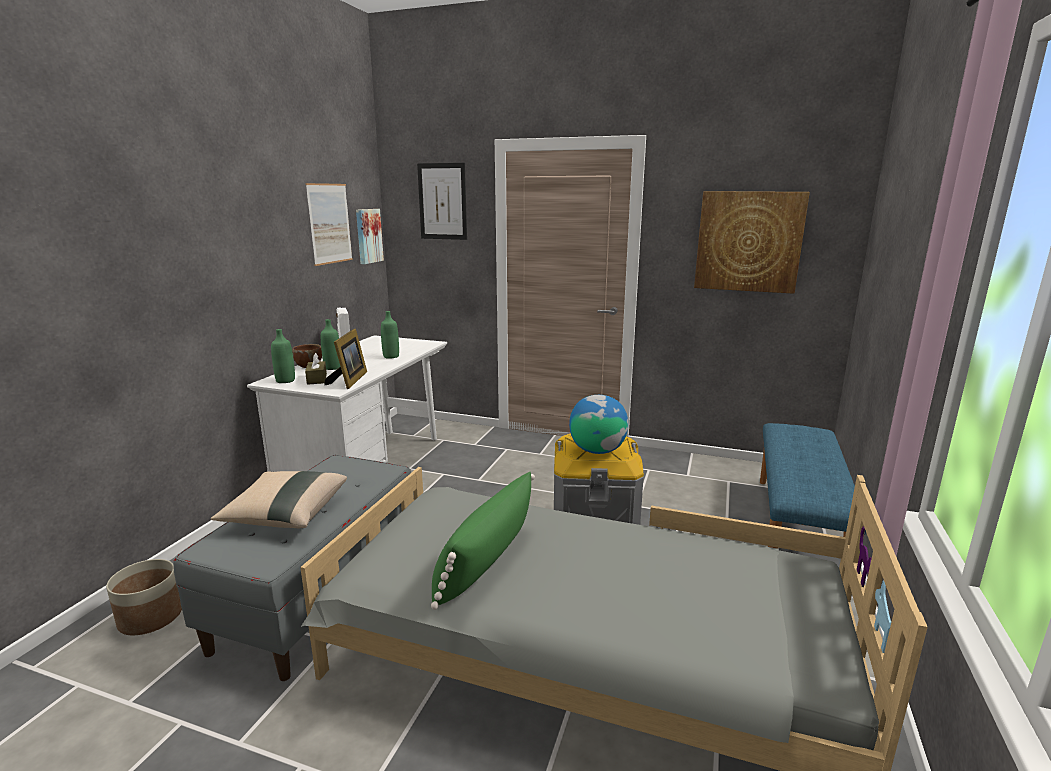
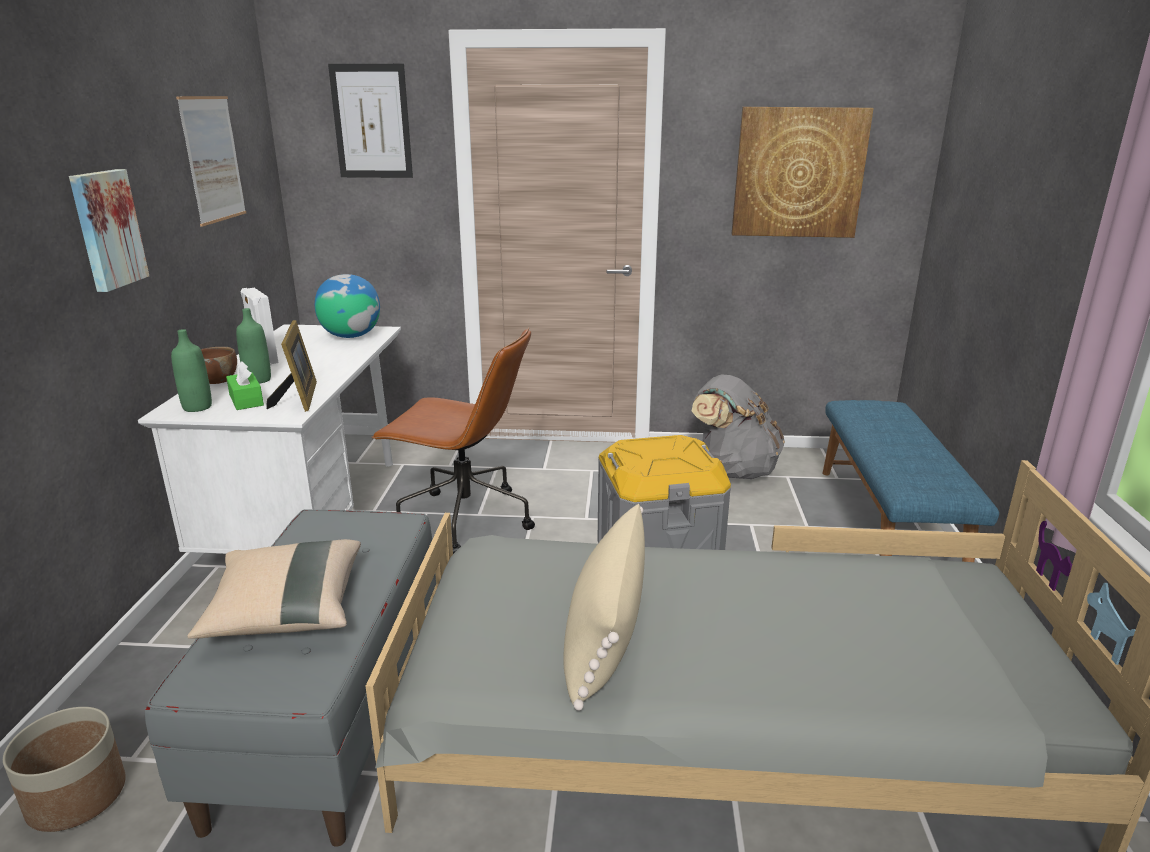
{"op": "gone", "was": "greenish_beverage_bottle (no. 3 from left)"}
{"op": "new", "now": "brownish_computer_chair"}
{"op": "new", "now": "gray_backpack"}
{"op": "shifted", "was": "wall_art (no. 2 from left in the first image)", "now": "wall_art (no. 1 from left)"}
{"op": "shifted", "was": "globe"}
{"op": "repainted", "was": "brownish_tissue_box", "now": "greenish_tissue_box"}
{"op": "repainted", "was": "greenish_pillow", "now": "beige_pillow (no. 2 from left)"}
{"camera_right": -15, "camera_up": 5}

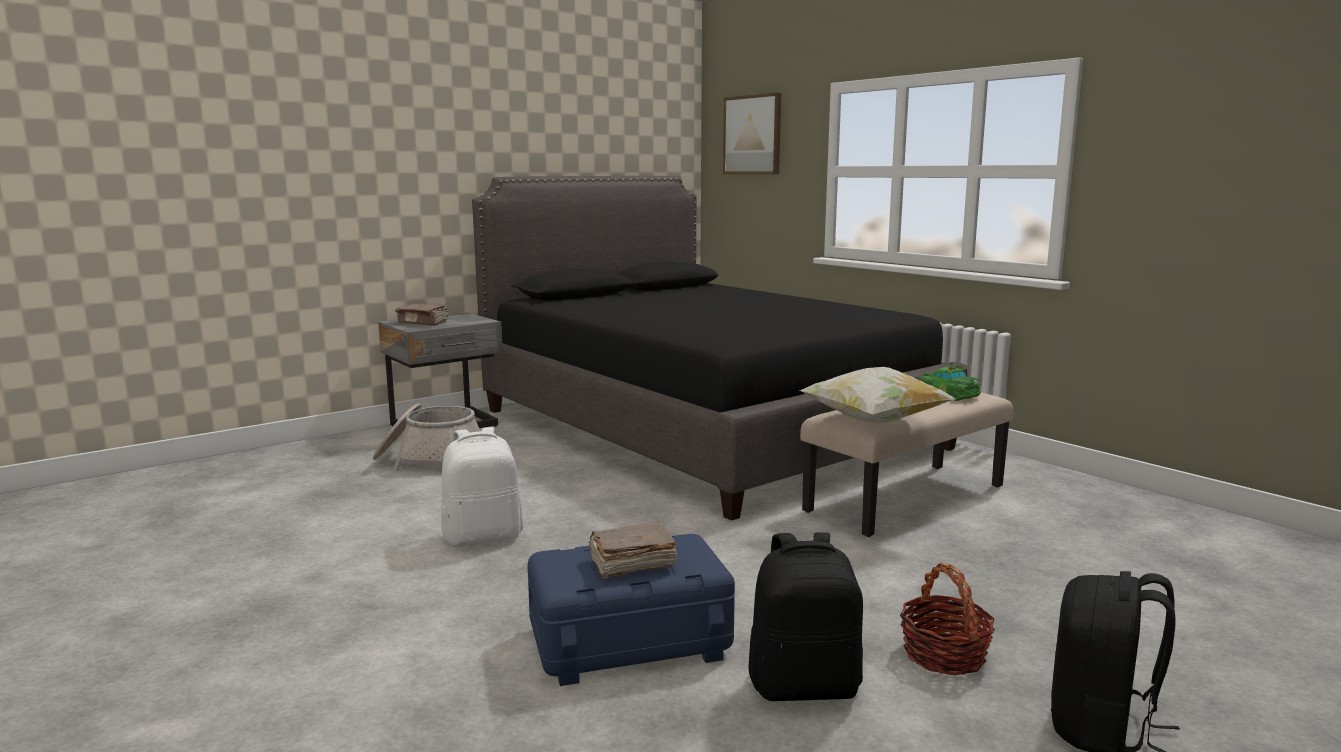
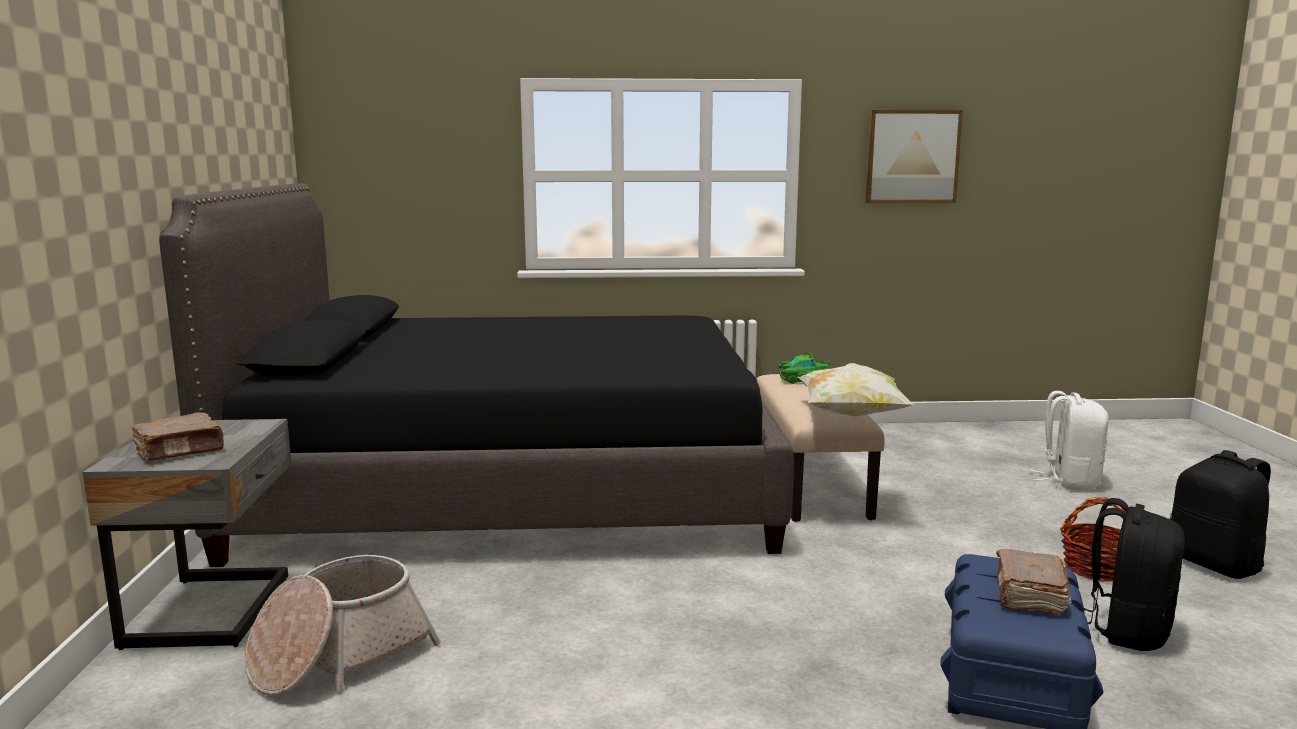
{"op": "shifted", "was": "white_backpack"}
{"op": "shifted", "was": "wall_art"}
{"camera_right": -55, "camera_up": 0}

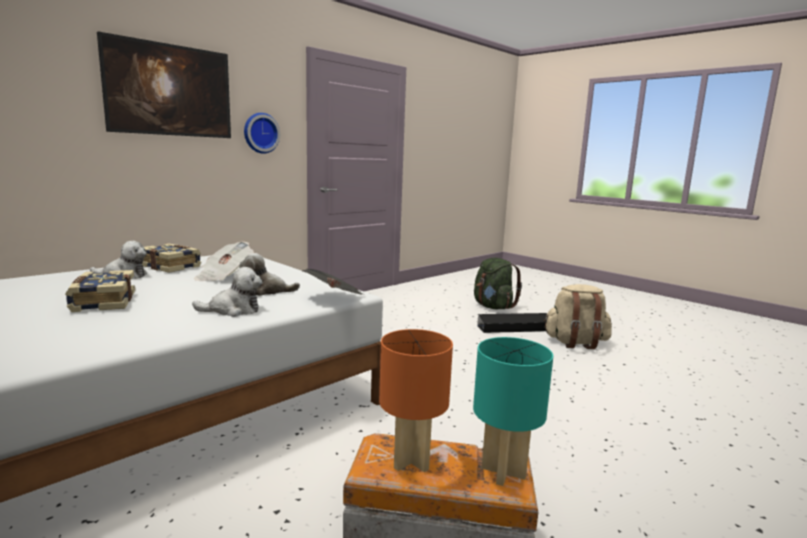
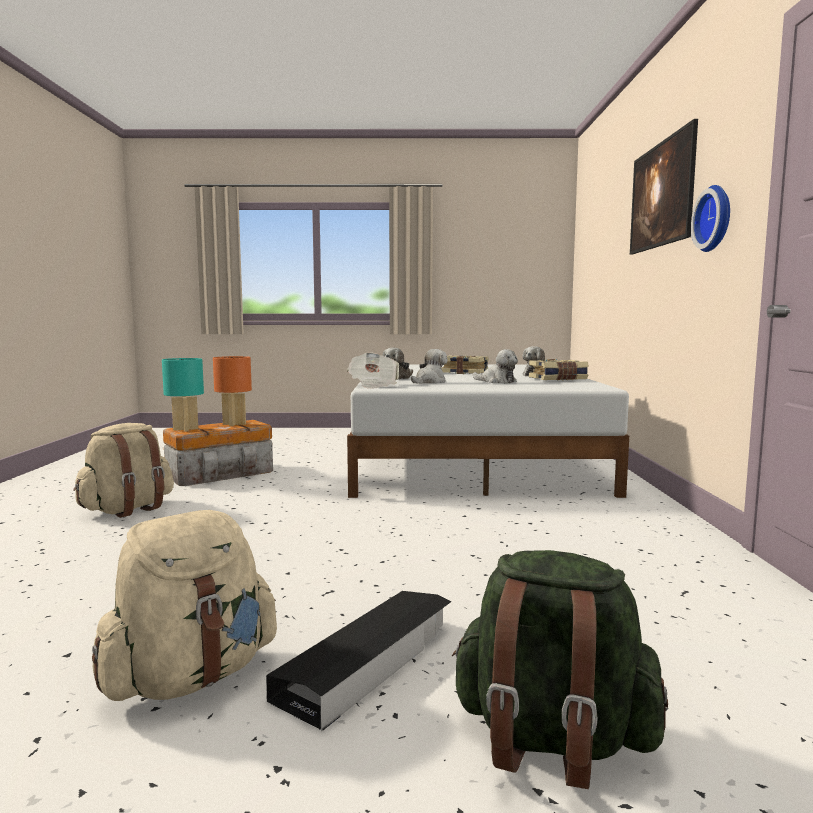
{"op": "new", "now": "beige_backpack (no. 1 from left)"}
{"op": "swapped", "was": "newspaper (no. 1 from left)", "now": "soft_toy (no. 3 from left)"}
{"camera_right": 135, "camera_up": -5}

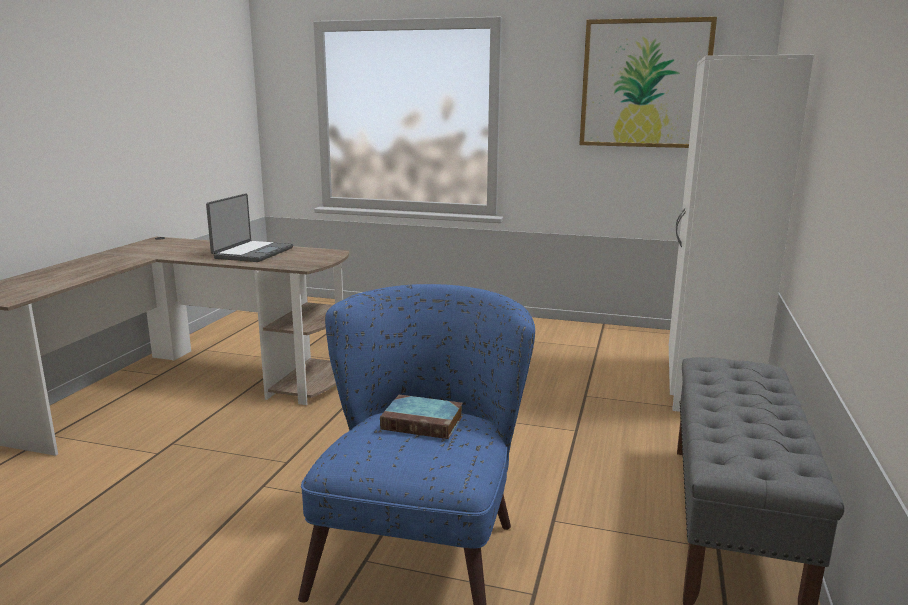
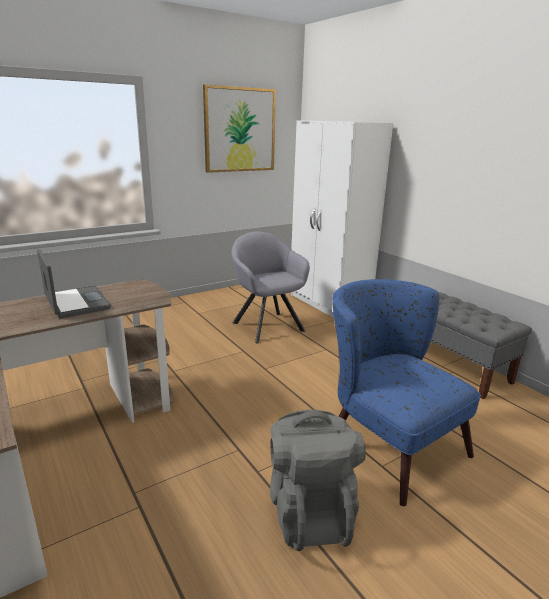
{"op": "gone", "was": "bound_book"}
{"op": "new", "now": "gray_easy_chair"}
{"op": "new", "now": "gray_backpack"}
{"camera_right": -50, "camera_up": 5}

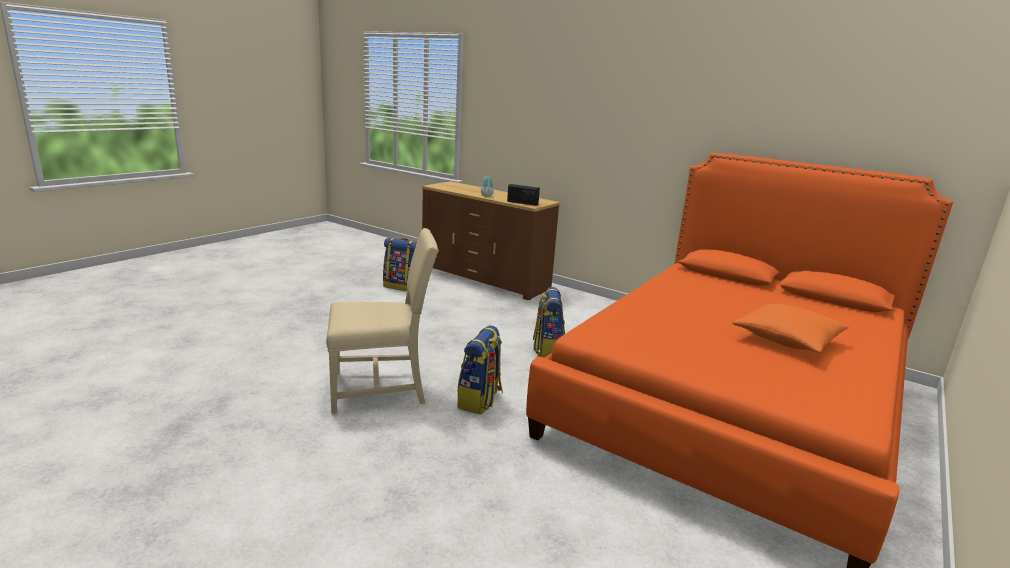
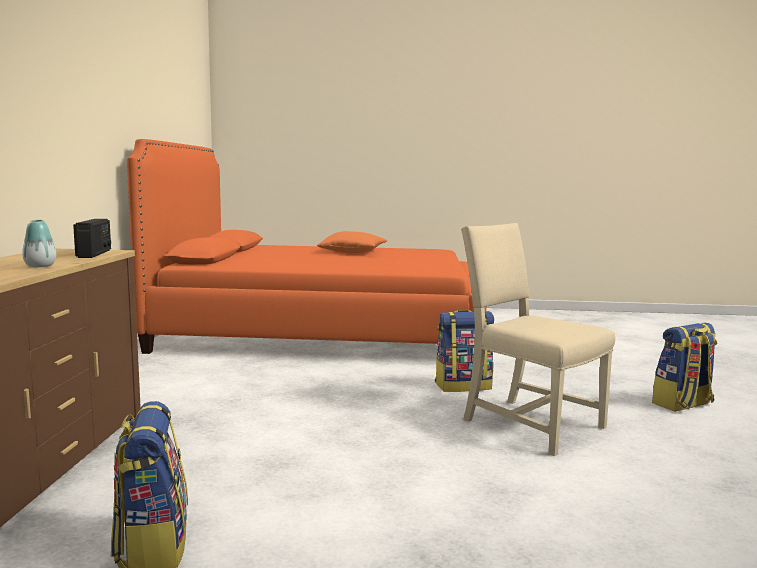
{"op": "shifted", "was": "backpack (no. 3 from left)"}
{"camera_right": -120, "camera_up": -10}

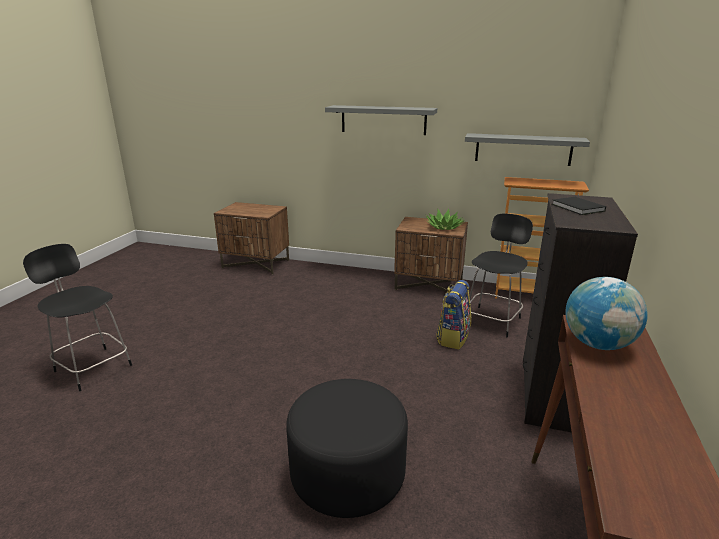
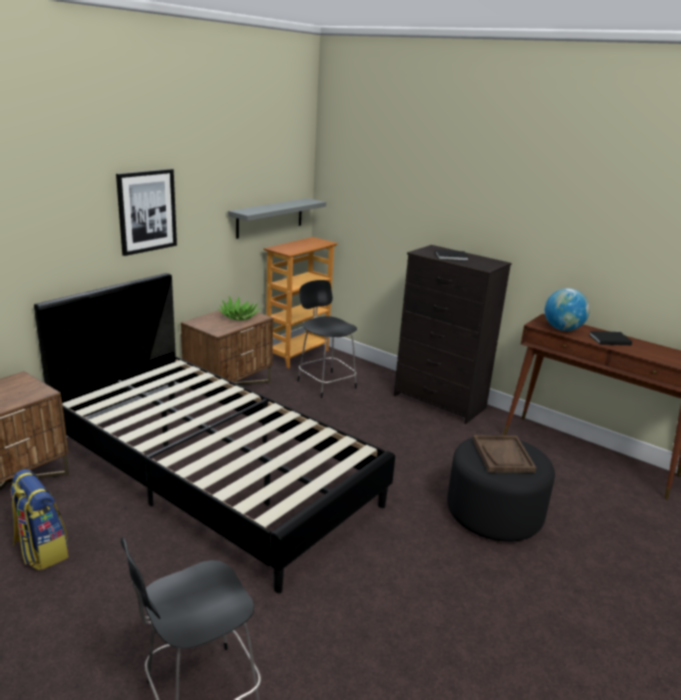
{"op": "new", "now": "blackish_sleeping_bed"}
{"op": "new", "now": "brownish_tray"}
{"op": "new", "now": "blackish_bound_book (no. 2 from left)"}
{"op": "shifted", "was": "backpack"}
{"op": "swapped", "was": "gray_bracket_shelf (no. 1 from left)", "now": "wall_art"}
{"camera_right": -70, "camera_up": 0}

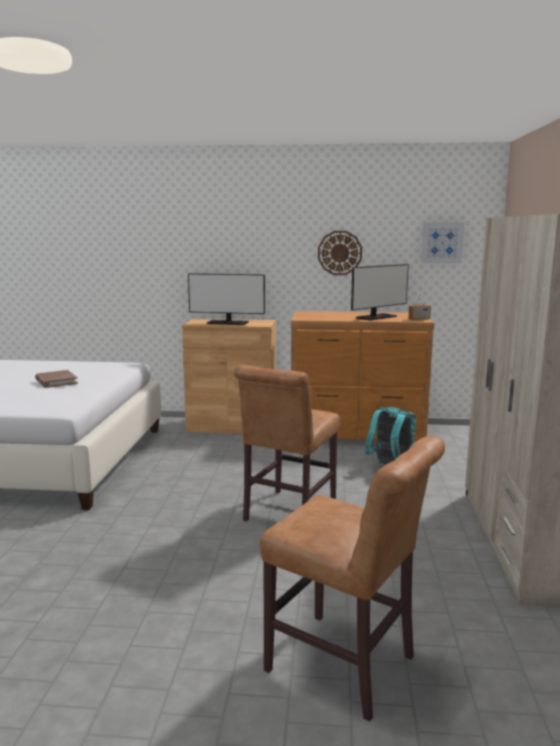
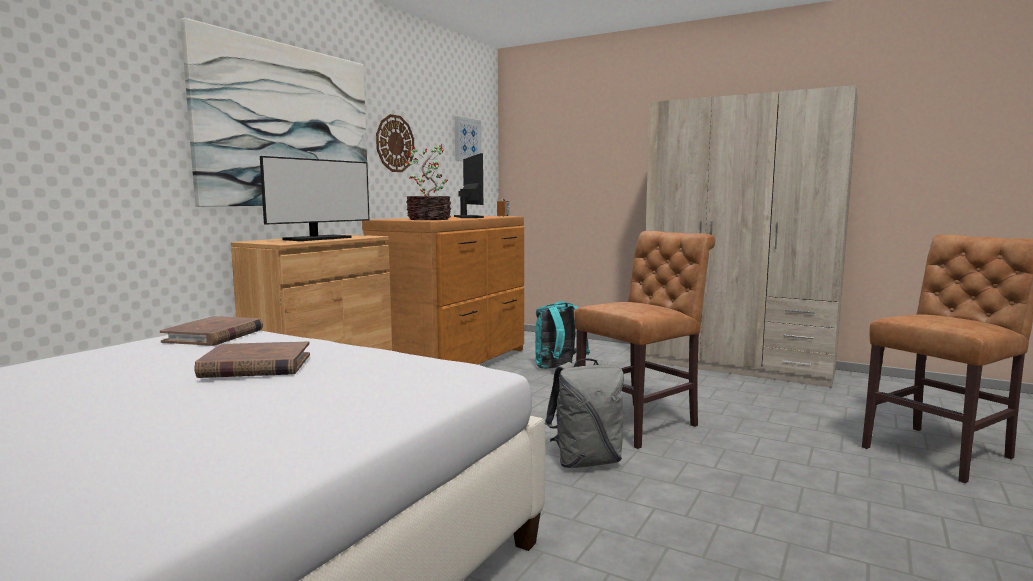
{"op": "new", "now": "brownish_bound_book (no. 1 from left)"}
{"op": "new", "now": "wall_art (no. 1 from left)"}
{"op": "new", "now": "potted_plant"}
{"op": "new", "now": "gray_backpack"}
{"op": "rotated", "was": "brownish_plain_chair (no. 1 from left)", "clockwise": -90}
{"camera_right": -65, "camera_up": -5}

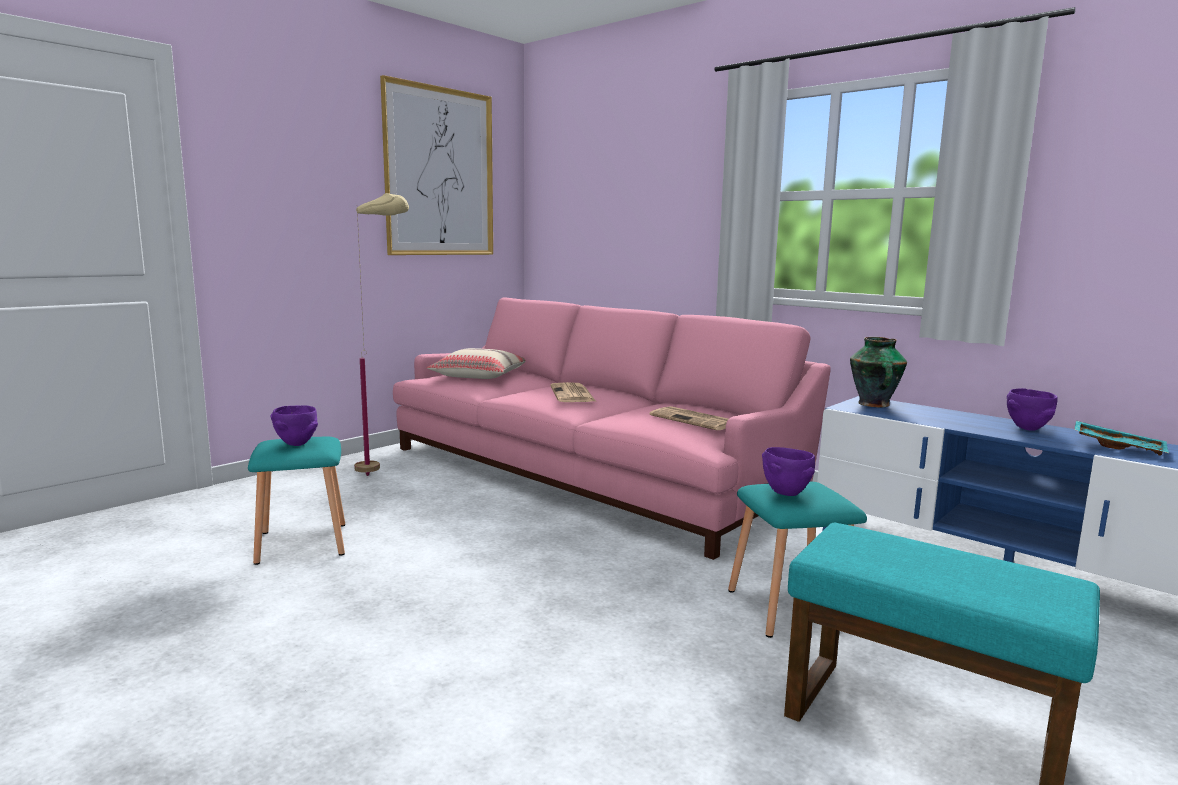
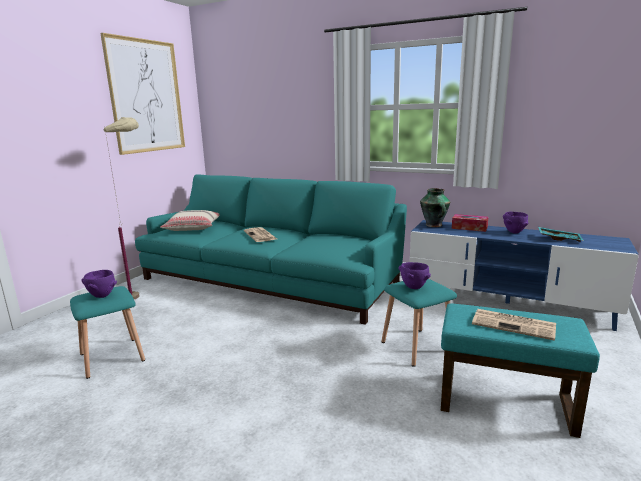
{"op": "new", "now": "tissue_box"}
{"op": "shifted", "was": "newspaper (no. 2 from left)"}
{"op": "repainted", "was": "pinkish_settee", "now": "turquoise-coloured_settee"}
{"camera_right": -15, "camera_up": 5}

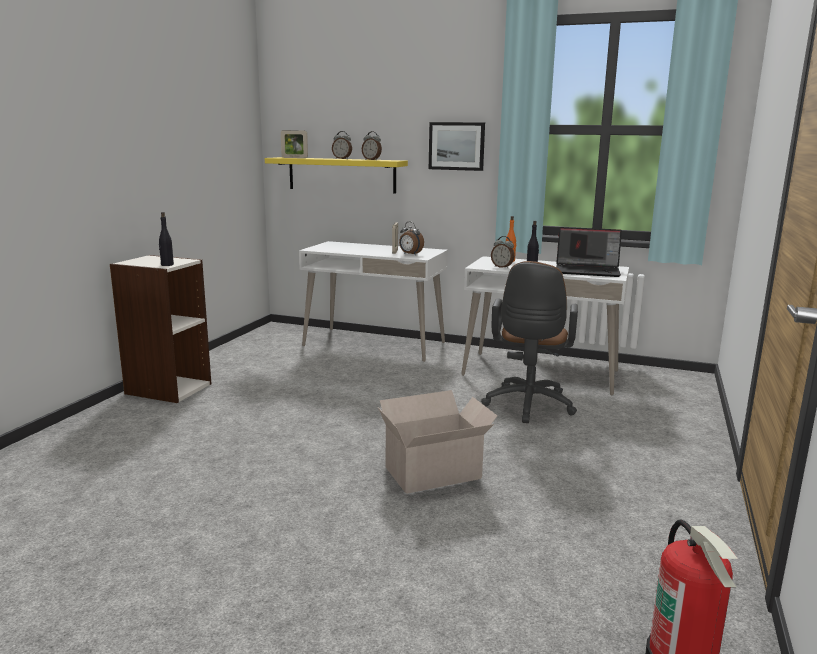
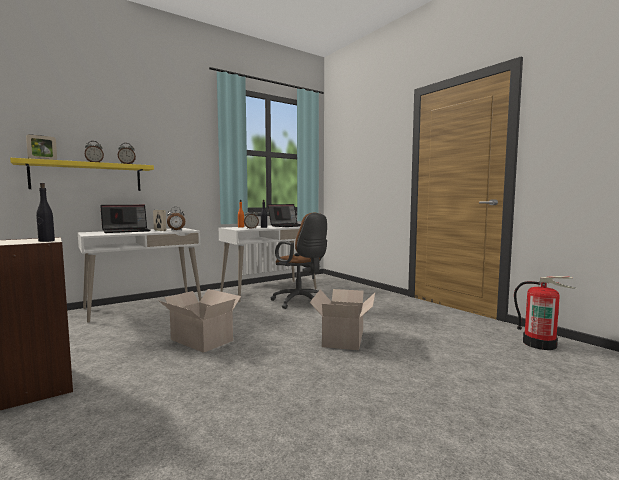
{"op": "gone", "was": "wall_art"}
{"op": "new", "now": "portable_computer (no. 1 from left)"}
{"op": "new", "now": "carton (no. 1 from left)"}
{"camera_right": -55, "camera_up": -10}

